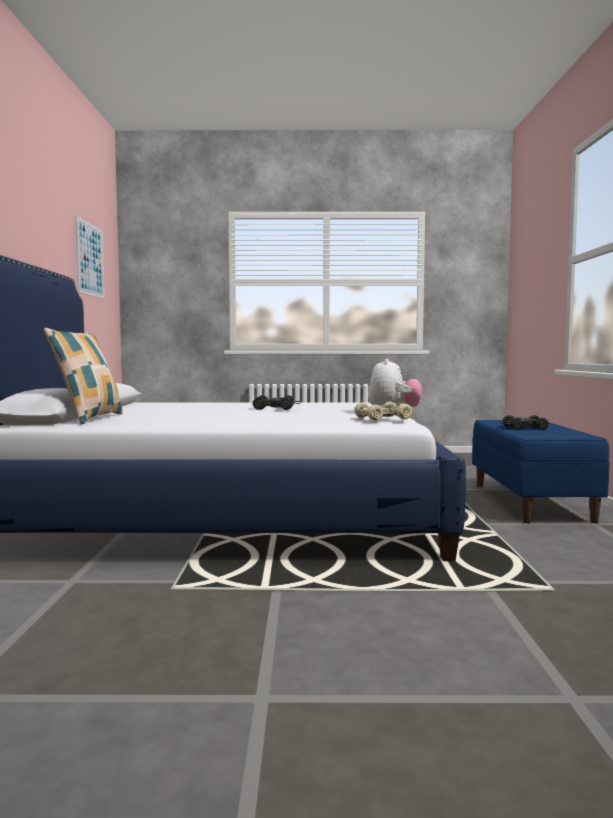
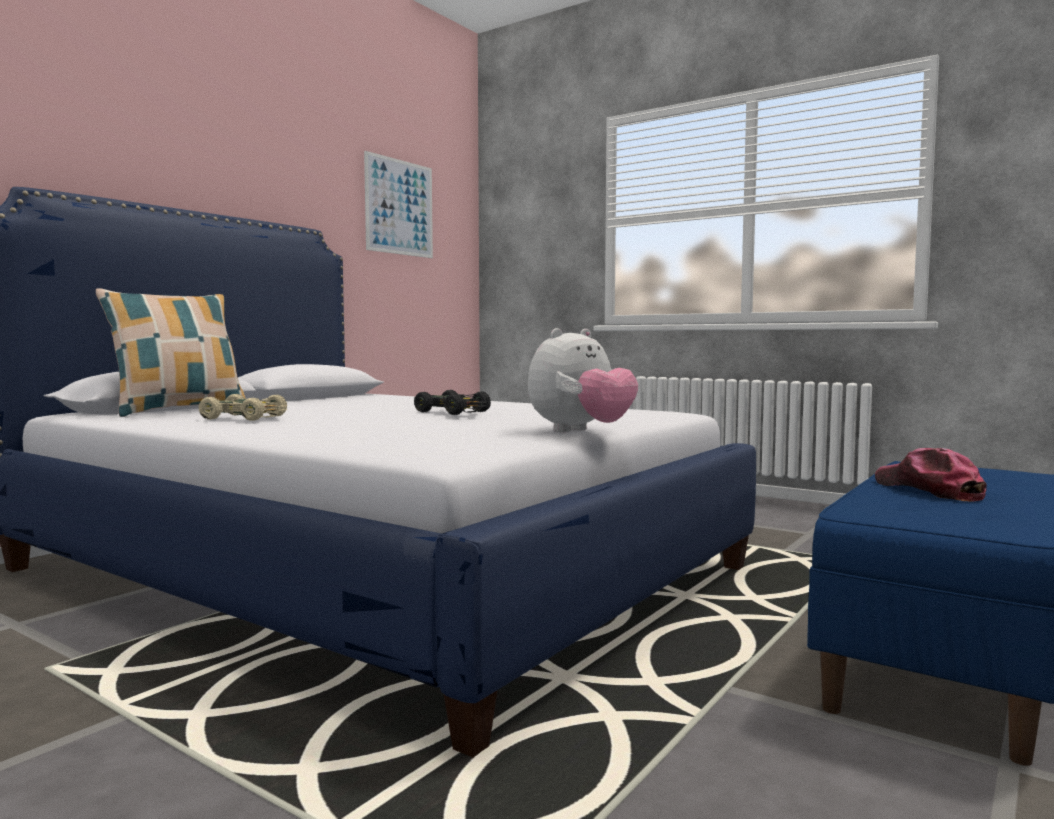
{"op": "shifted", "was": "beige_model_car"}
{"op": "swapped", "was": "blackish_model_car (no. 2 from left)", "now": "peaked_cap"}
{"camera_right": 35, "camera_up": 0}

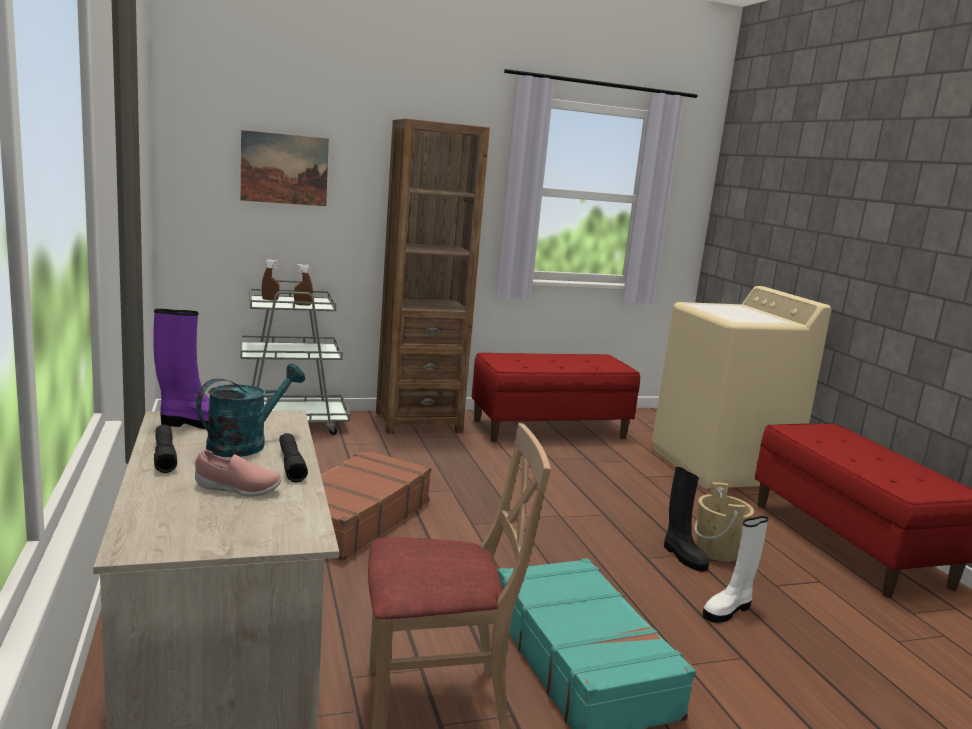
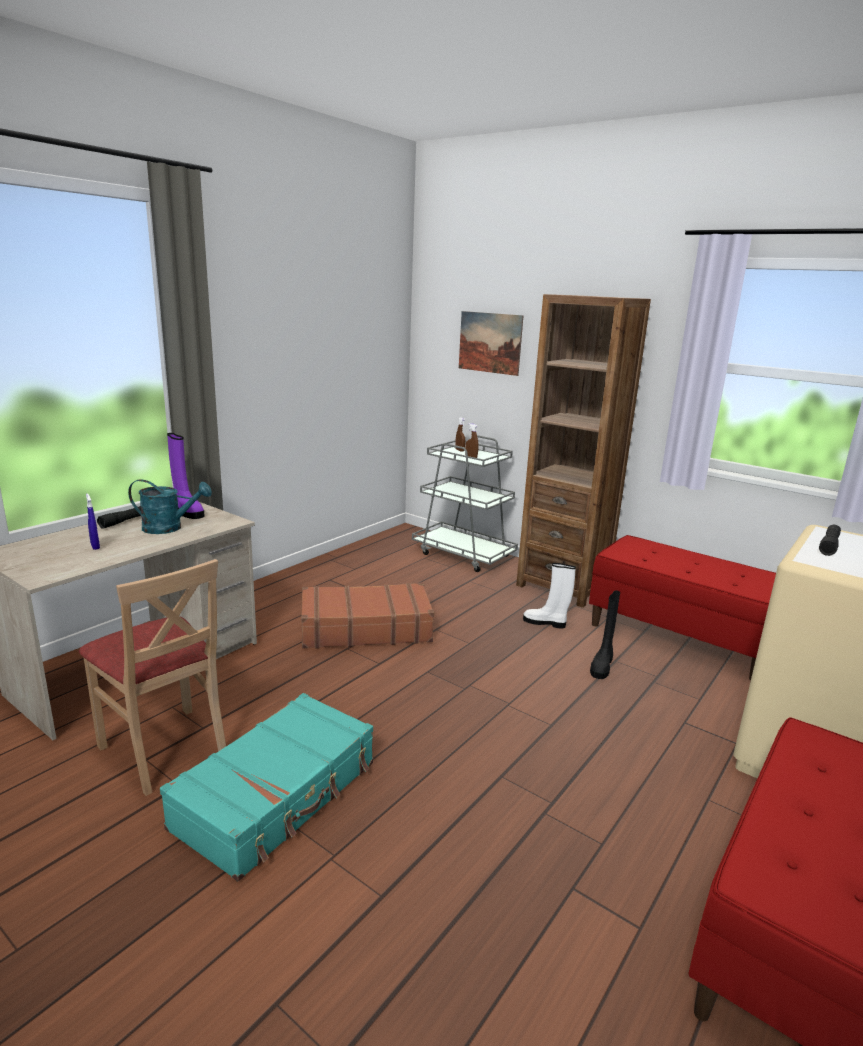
{"op": "gone", "was": "beige_water_bucket"}
{"op": "shifted", "was": "blackish_hand_torch (no. 2 from left)"}
{"op": "shifted", "was": "blackish_tall_boot"}
{"op": "shifted", "was": "white_tall_boot"}
{"op": "swapped", "was": "pinkish_shoe", "now": "bluish_hand_sprayer"}
{"camera_right": 55, "camera_up": 5}

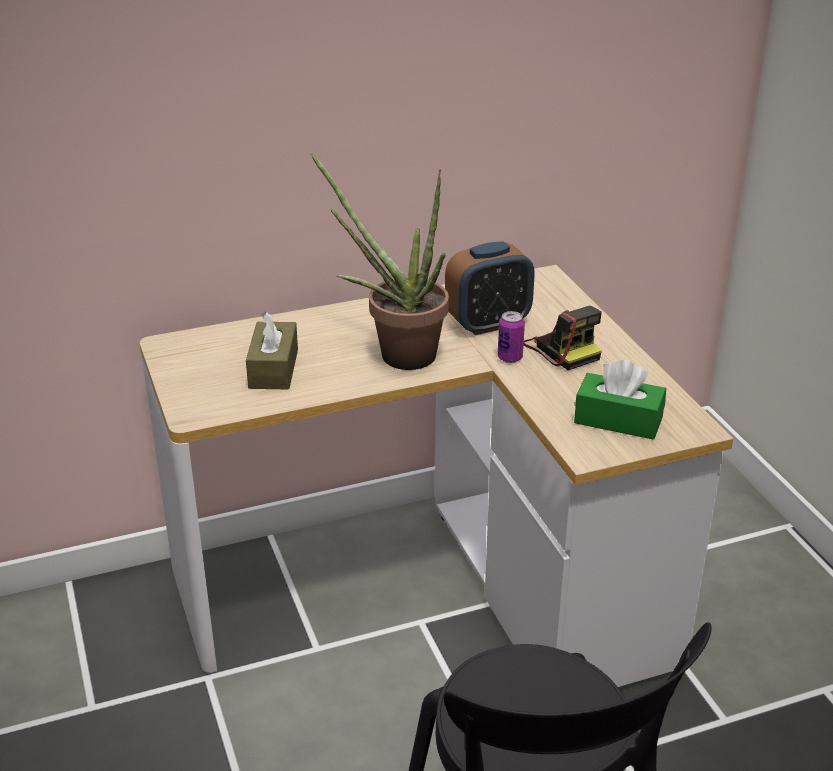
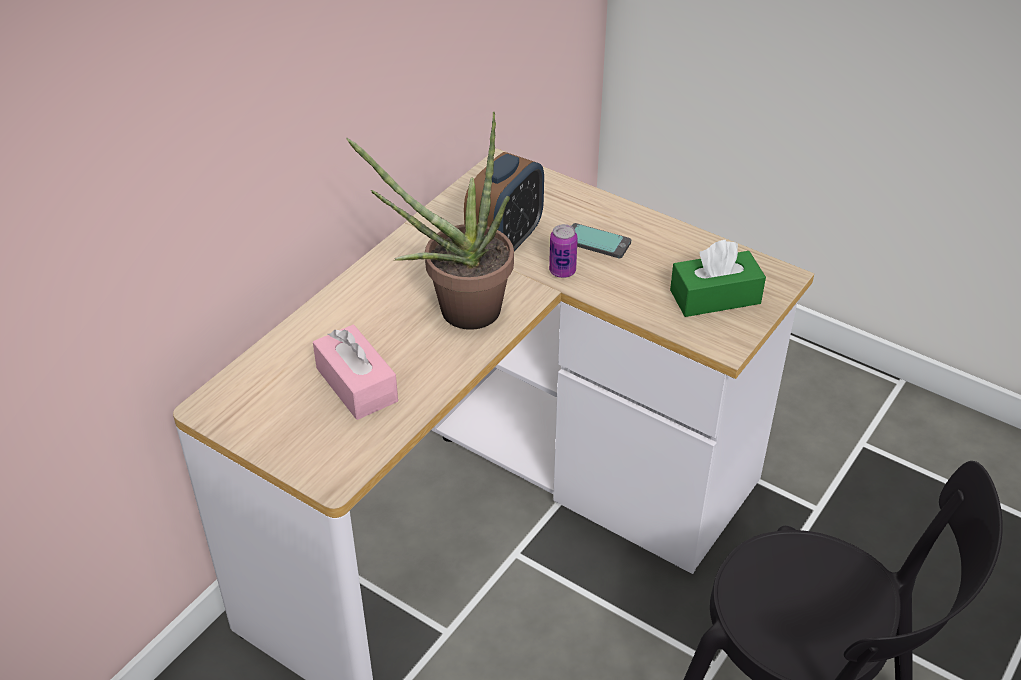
{"op": "swapped", "was": "photo_camera", "now": "phone"}
{"op": "repainted", "was": "brownish_tissue_box", "now": "pinkish_tissue_box"}
{"camera_right": -35, "camera_up": 10}

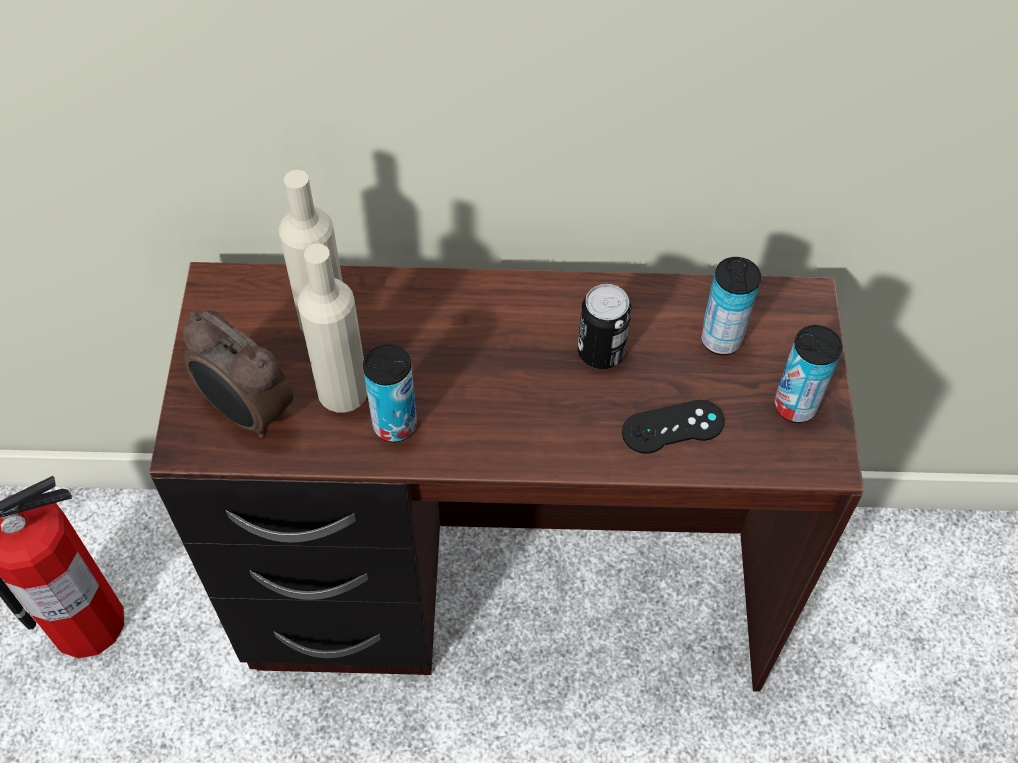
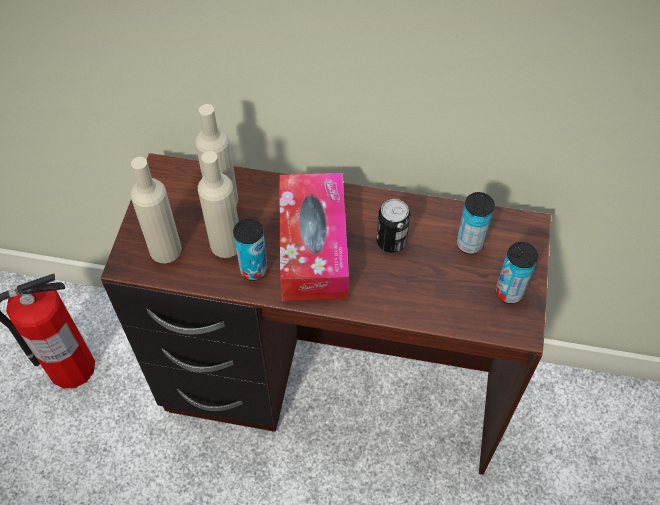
{"op": "gone", "was": "blackish_joypad"}
{"op": "new", "now": "tissue_box"}
{"op": "swapped", "was": "alarm_clock", "now": "beige_beverage_bottle (no. 1 from left)"}
{"camera_right": 10, "camera_up": 0}

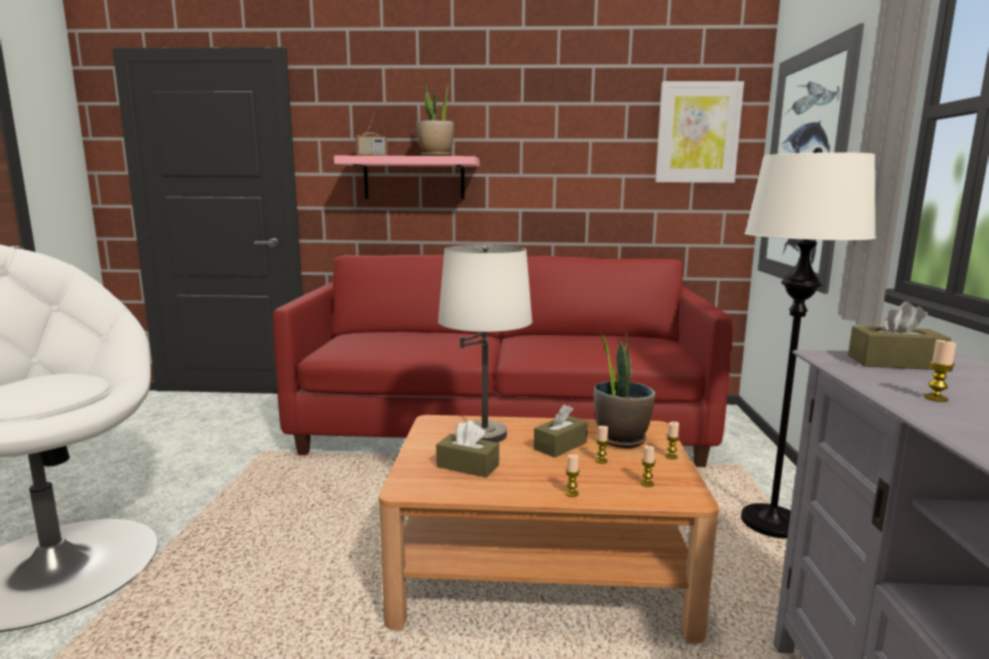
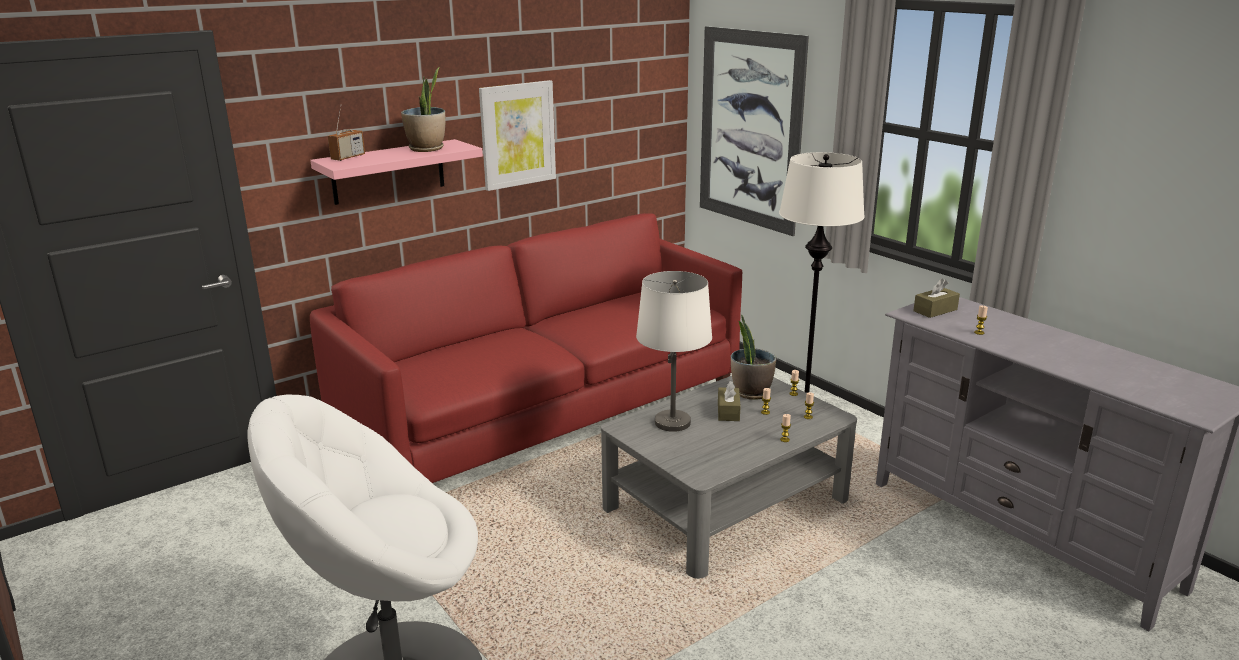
{"op": "gone", "was": "brownish_tissue_box (no. 1 from left)"}
{"op": "shifted", "was": "wall_art (no. 1 from left)"}
{"op": "repainted", "was": "brownish_coffee_table", "now": "gray_coffee_table"}
{"camera_right": -40, "camera_up": 10}

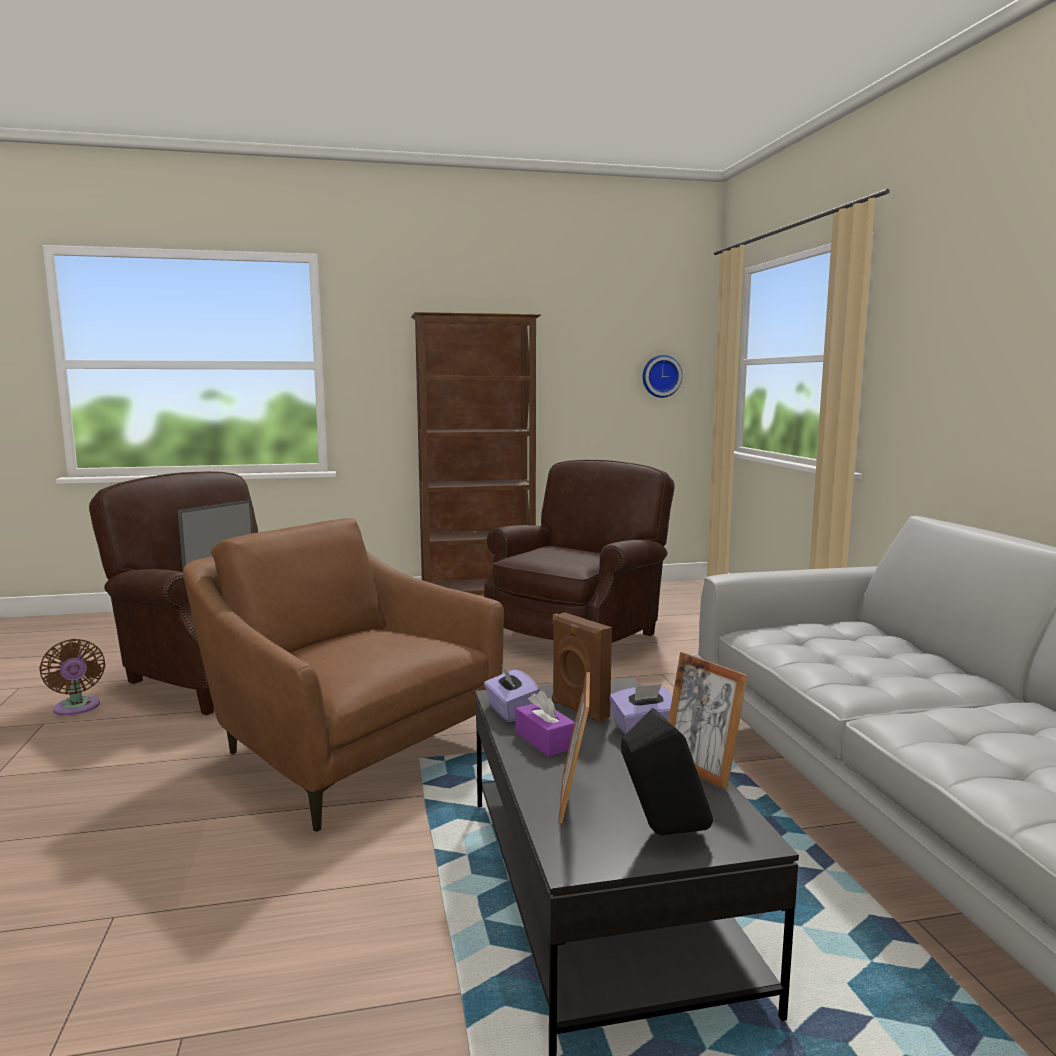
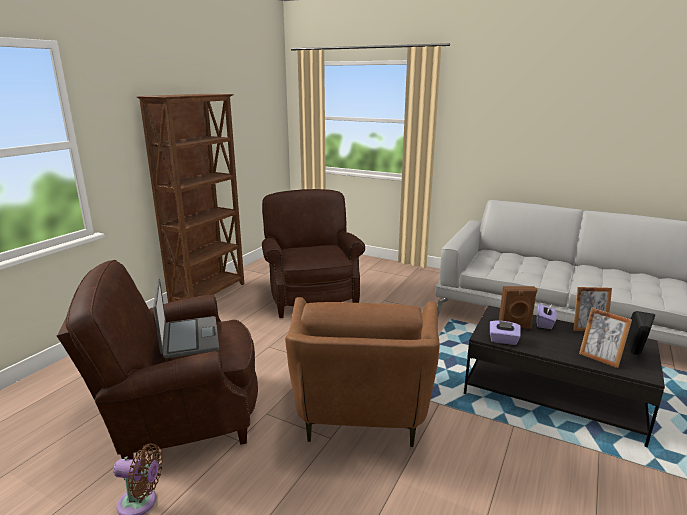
{"op": "gone", "was": "purple_tissue_box (no. 2 from left)"}
{"op": "gone", "was": "wall_clock"}
{"op": "rotated", "was": "brownish_easy_chair (no. 2 from left in the first image)", "clockwise": -75}
{"camera_right": -50, "camera_up": 10}

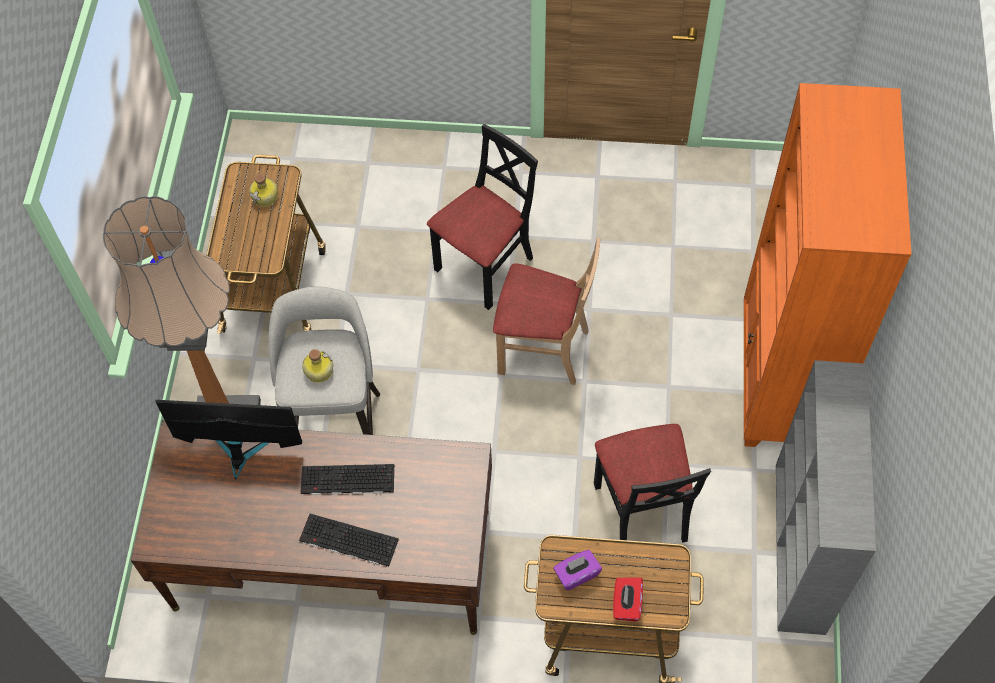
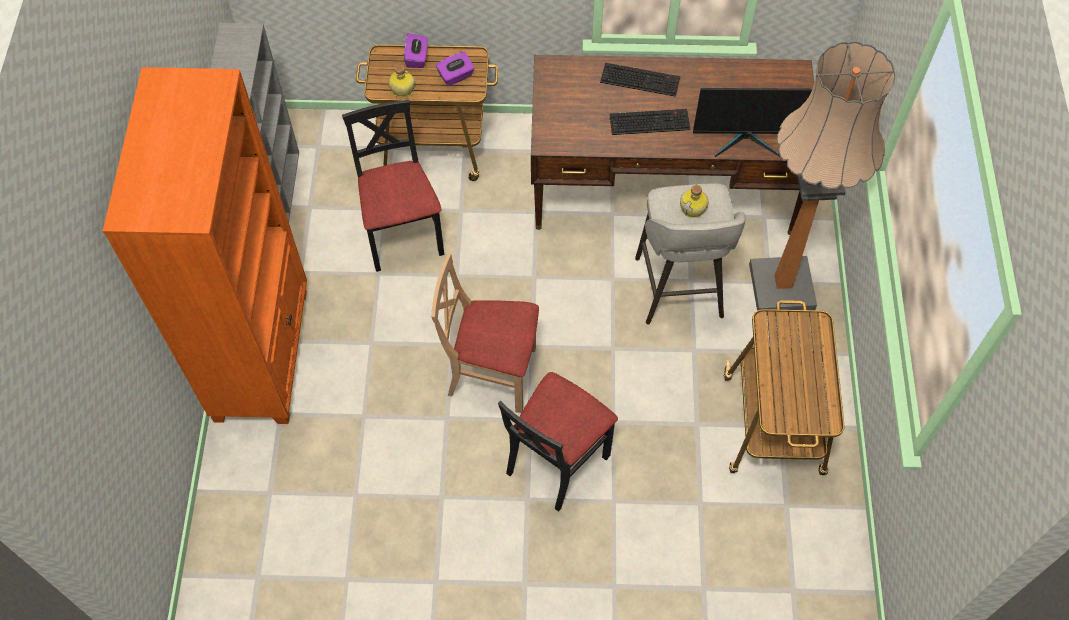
{"op": "shifted", "was": "beverage_bottle (no. 1 from left)"}
{"op": "repainted", "was": "red-coloured_tissue_box", "now": "purple_tissue_box (no. 1 from left)"}
{"camera_right": 175, "camera_up": 0}

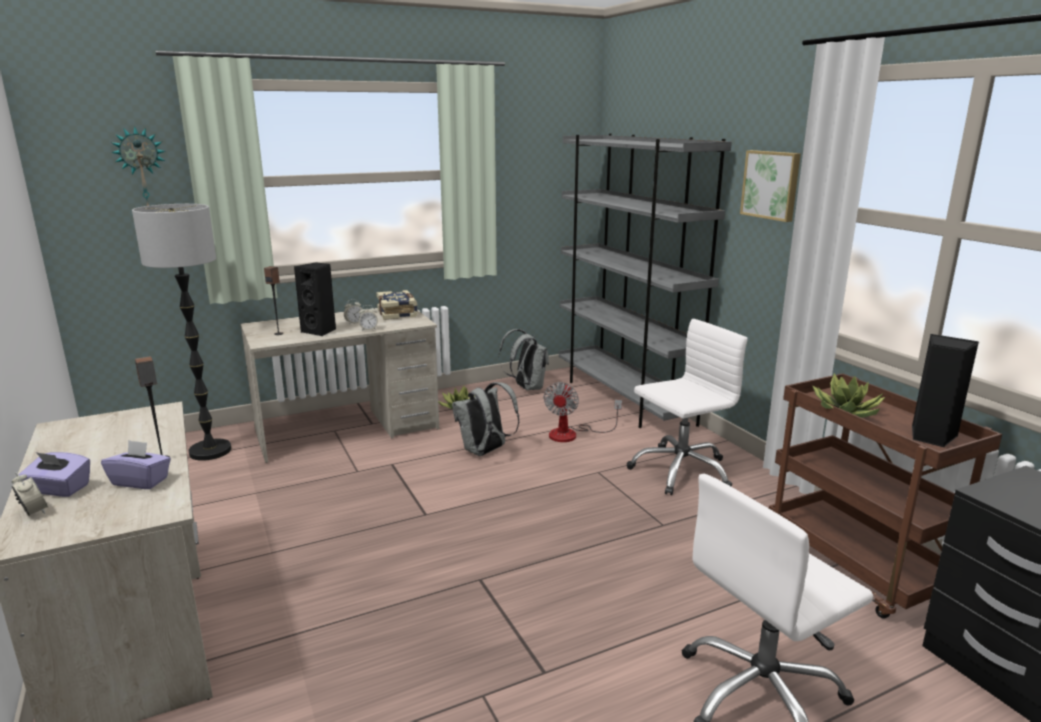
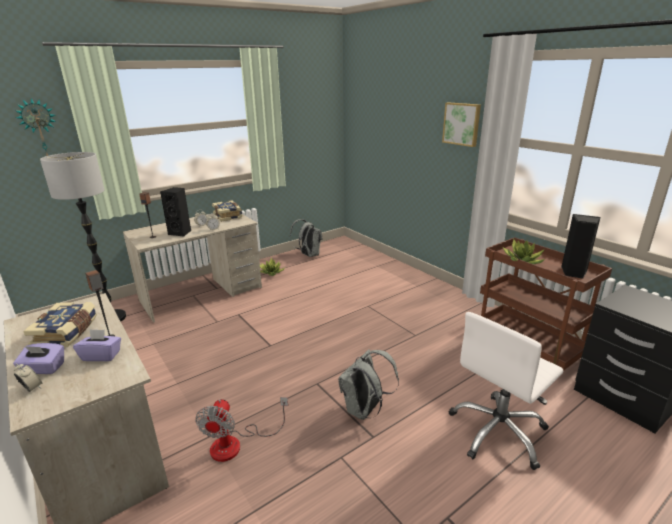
{"op": "gone", "was": "gray_shelving_unit"}
{"op": "gone", "was": "white_computer_chair (no. 1 from left)"}
{"op": "new", "now": "bound_book (no. 1 from left)"}
{"op": "shifted", "was": "gray_backpack (no. 1 from left in the first image)", "now": "gray_backpack (no. 2 from left)"}
{"op": "shifted", "was": "cooling_fan"}
{"camera_right": -10, "camera_up": 5}

